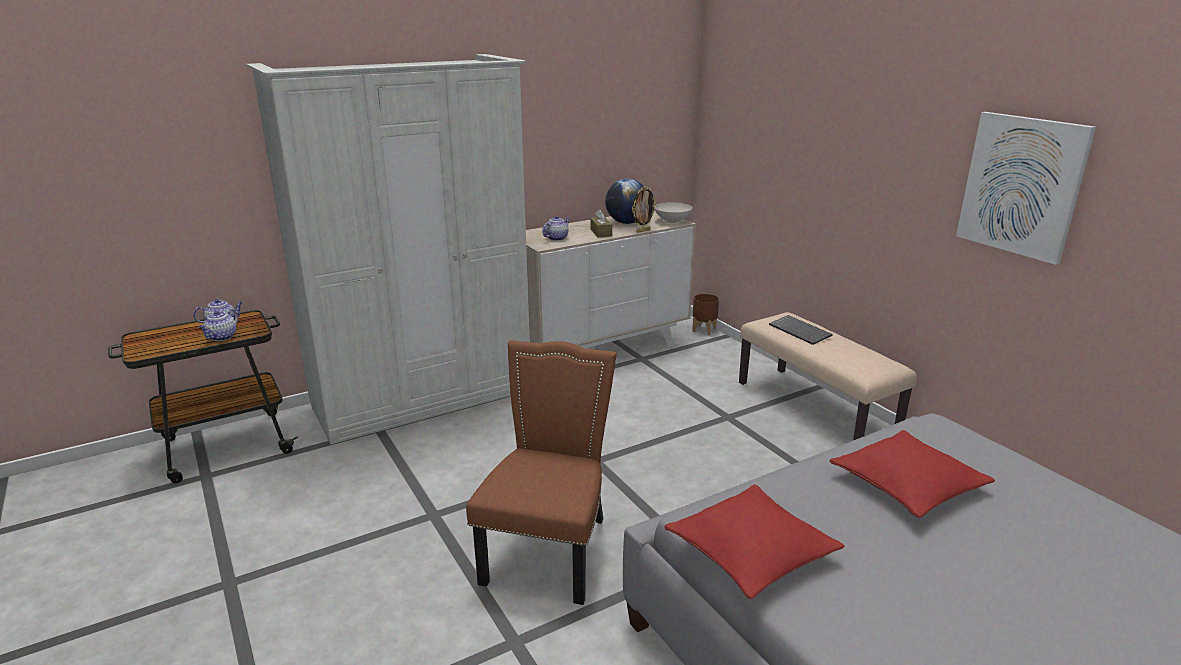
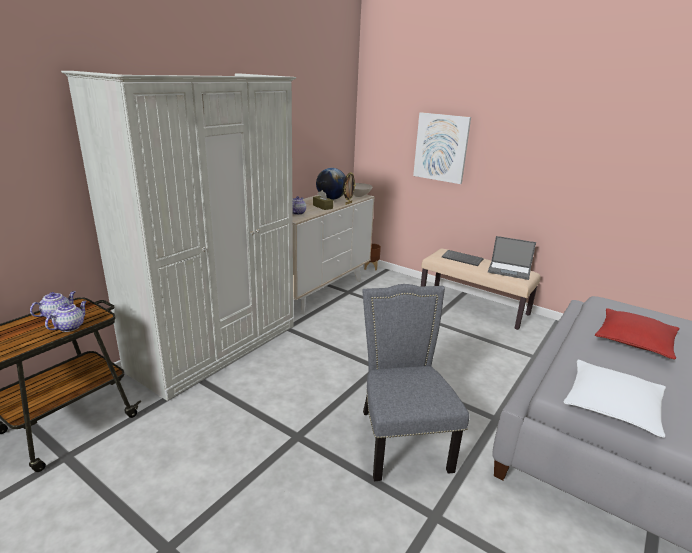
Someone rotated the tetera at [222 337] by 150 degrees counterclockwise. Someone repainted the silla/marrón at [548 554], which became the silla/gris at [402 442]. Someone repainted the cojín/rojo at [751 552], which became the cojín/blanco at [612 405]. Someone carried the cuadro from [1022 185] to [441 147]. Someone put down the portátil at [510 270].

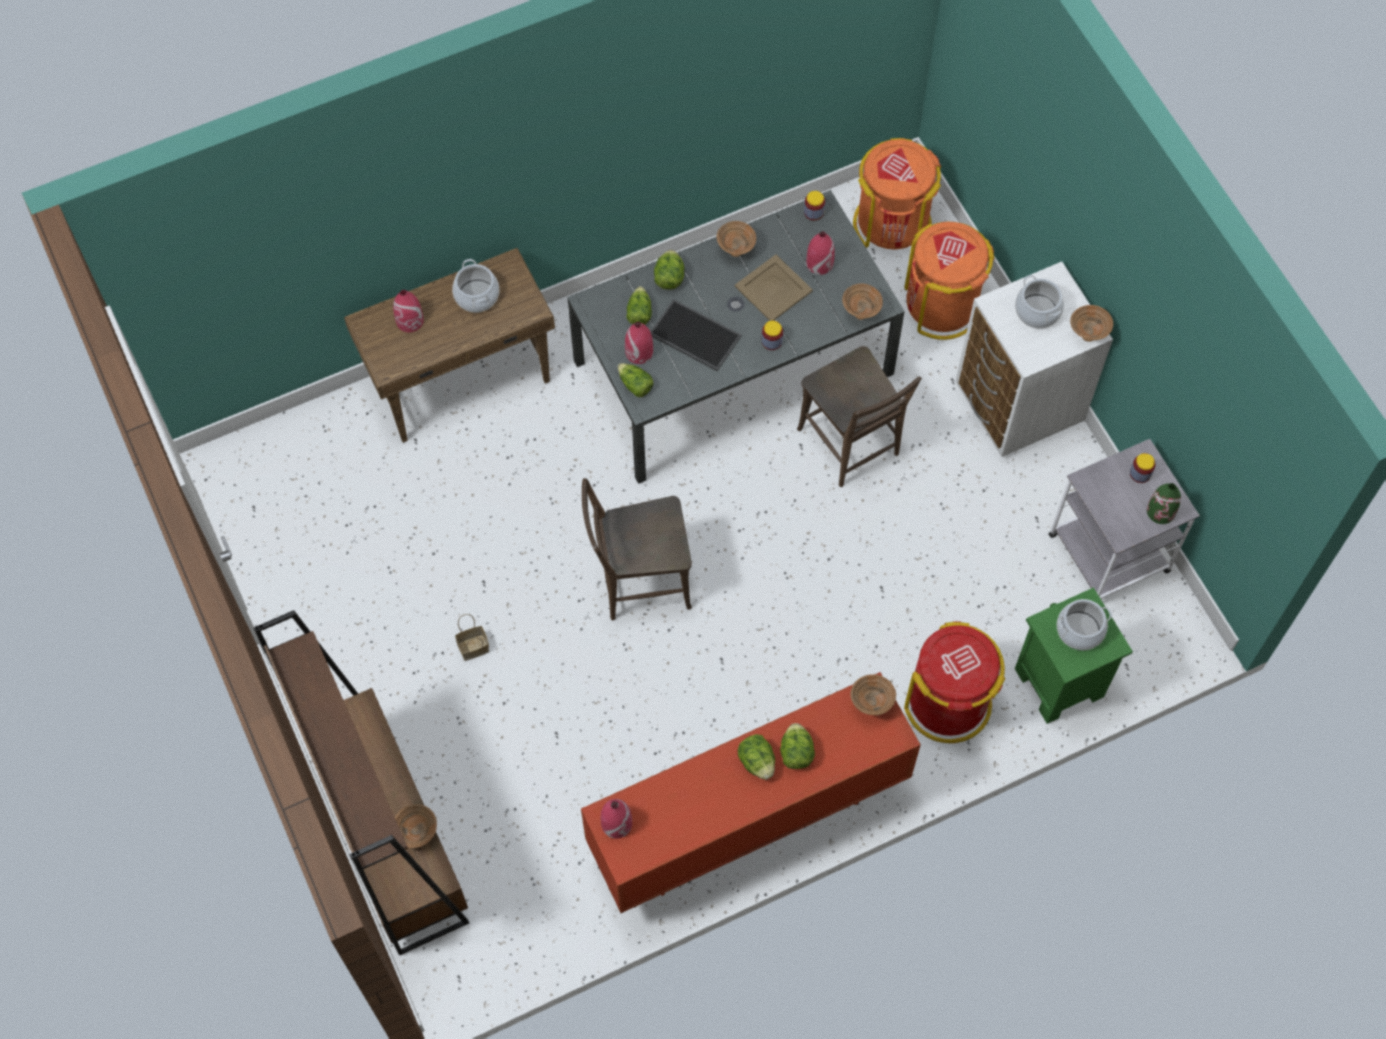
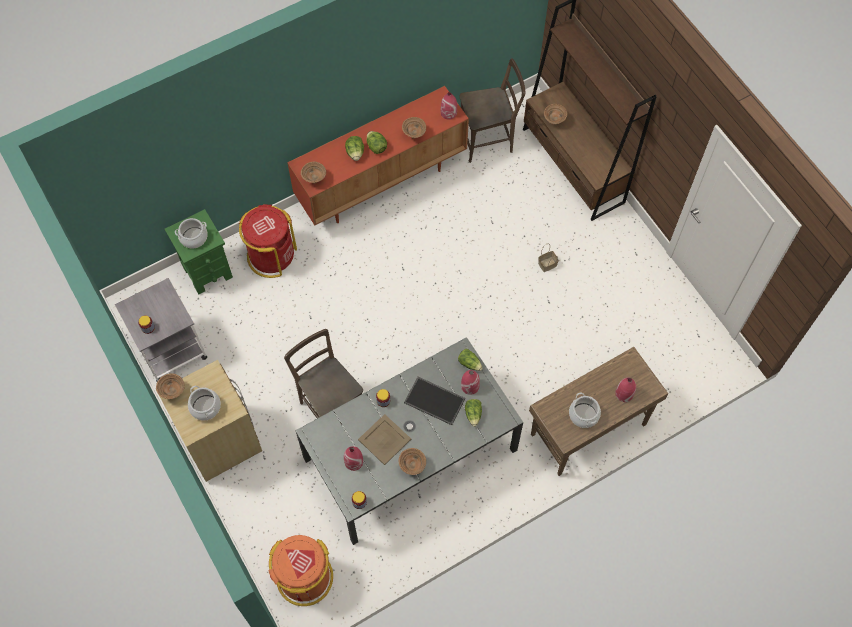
Someone carried the silla/marrón from [639 582] to [488 140]. Someone took away the lechuga at [669 278]. Someone carried the cuenco/marrón from [860 313] to [414 135]. Someone took away the papelera/naranja at [942 305]. Someone repainted the cómoda/blanco at [1017 406], which became the cómoda/marrón at [222 442]. Someone took away the florero/verde at [1161 511].

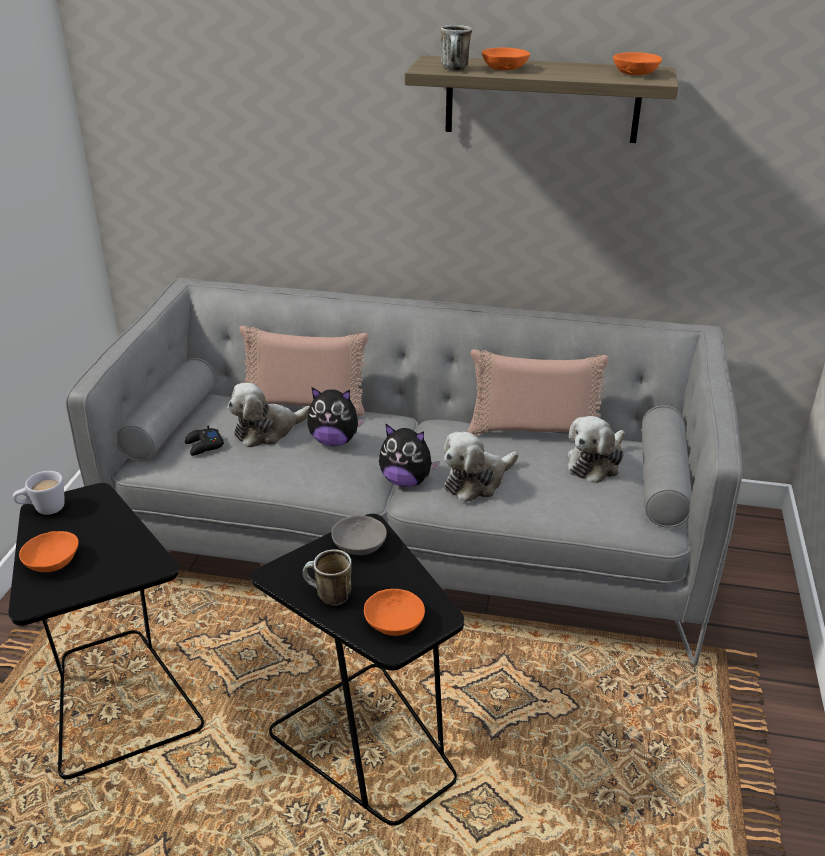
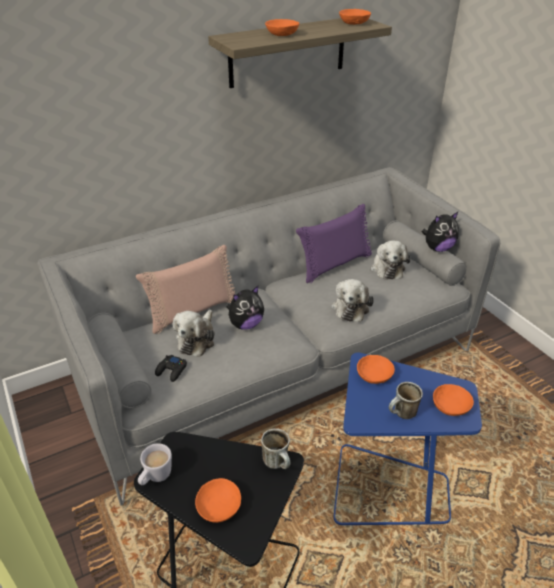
Someone repainted the mesa auxiliar/negro at [369 744], which became the mesa auxiliar/azul at [388 490]. Someone repainted the cuenco/gris at [358 546], which became the cuenco/naranja at [374 376]. Someone carried the peluche from [406 481] to [438 248]. Someone carried the taza grande from [456 70] to [278 463]. Someone repainted the cojín/beis at [533 431], which became the cojín/morado at [334 264].

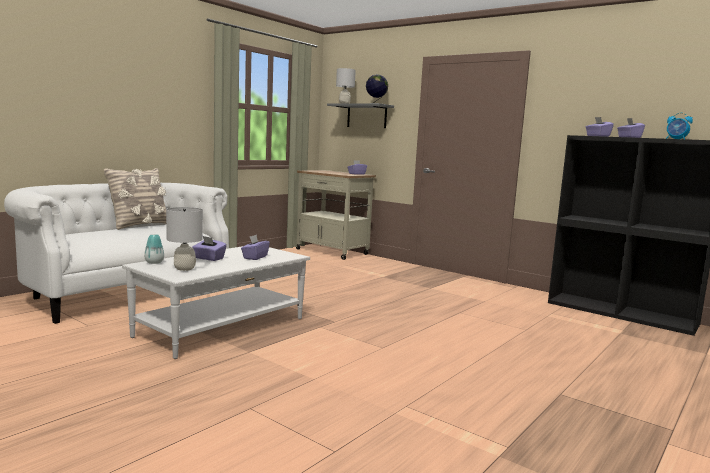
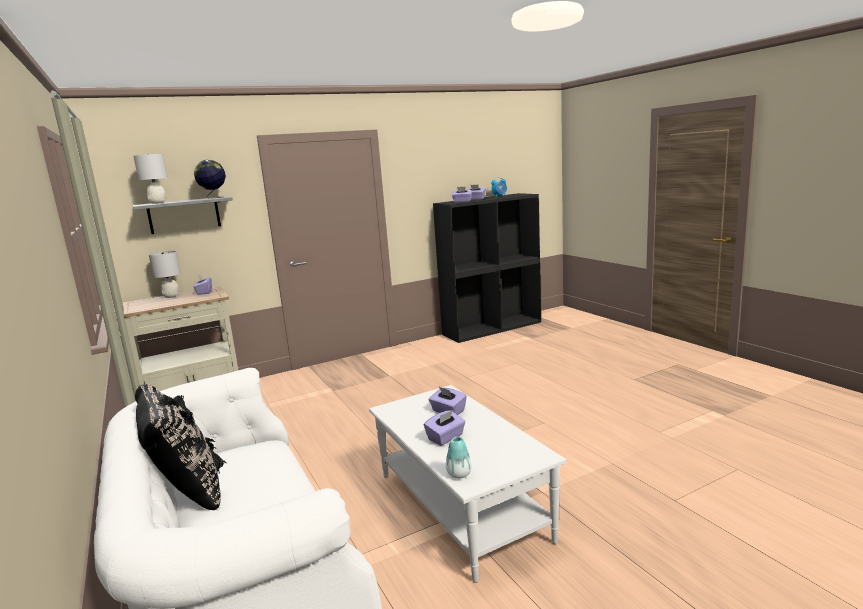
Someone repainted the cojín/beis at [139 225], which became the cojín/negro at [190 489]. Someone carried the lámpara de mesa/gris from [183 269] to [171 297].

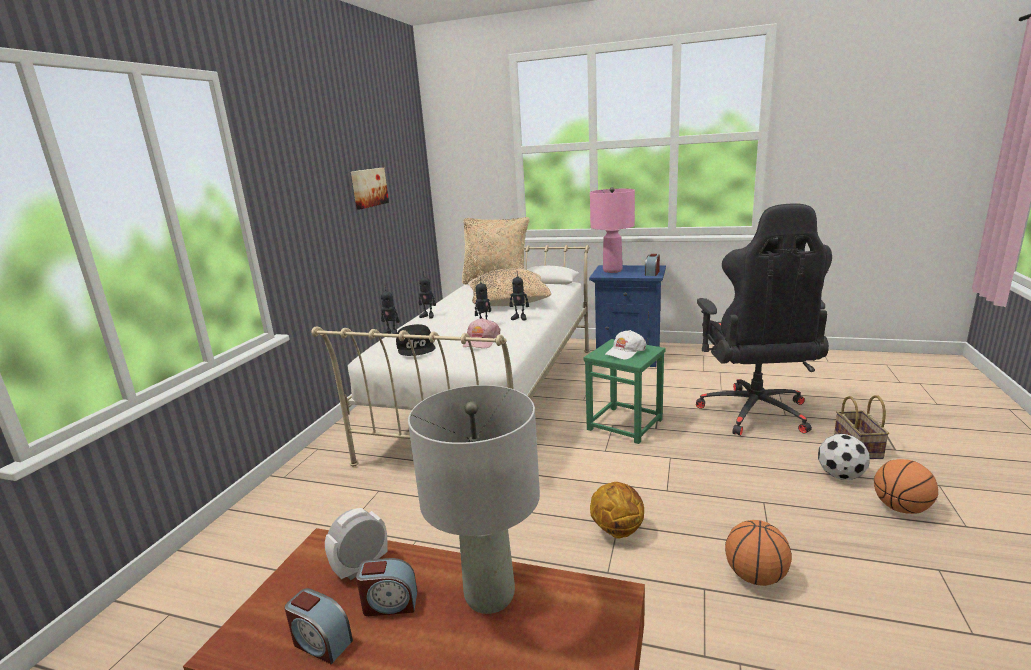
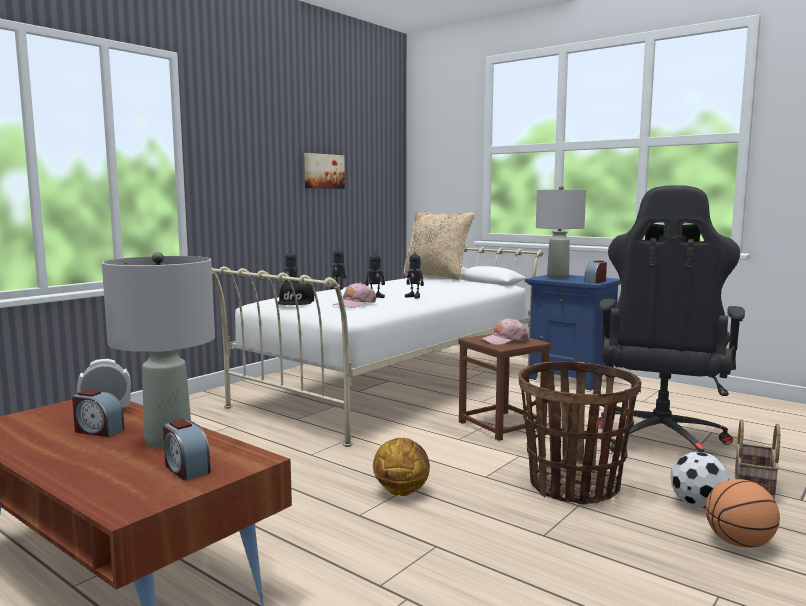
Someone carried the despertador from [321 643] to [186 469]. Someone took away the cojín/beis at [509 300]. Someone repainted the taburete/verde at [625 424], which became the taburete/marrón at [502 425]. Someone repainted the lámpara de mesa/rosa at [612 270], which became the lámpara de mesa/gris at [557 277]. Someone repainted the gorra/blanco at [625 351], which became the gorra/rosa at [504 340]. Someone took away the balón de baloncesto at [755 576]. Someone put down the cesta at [574 486].

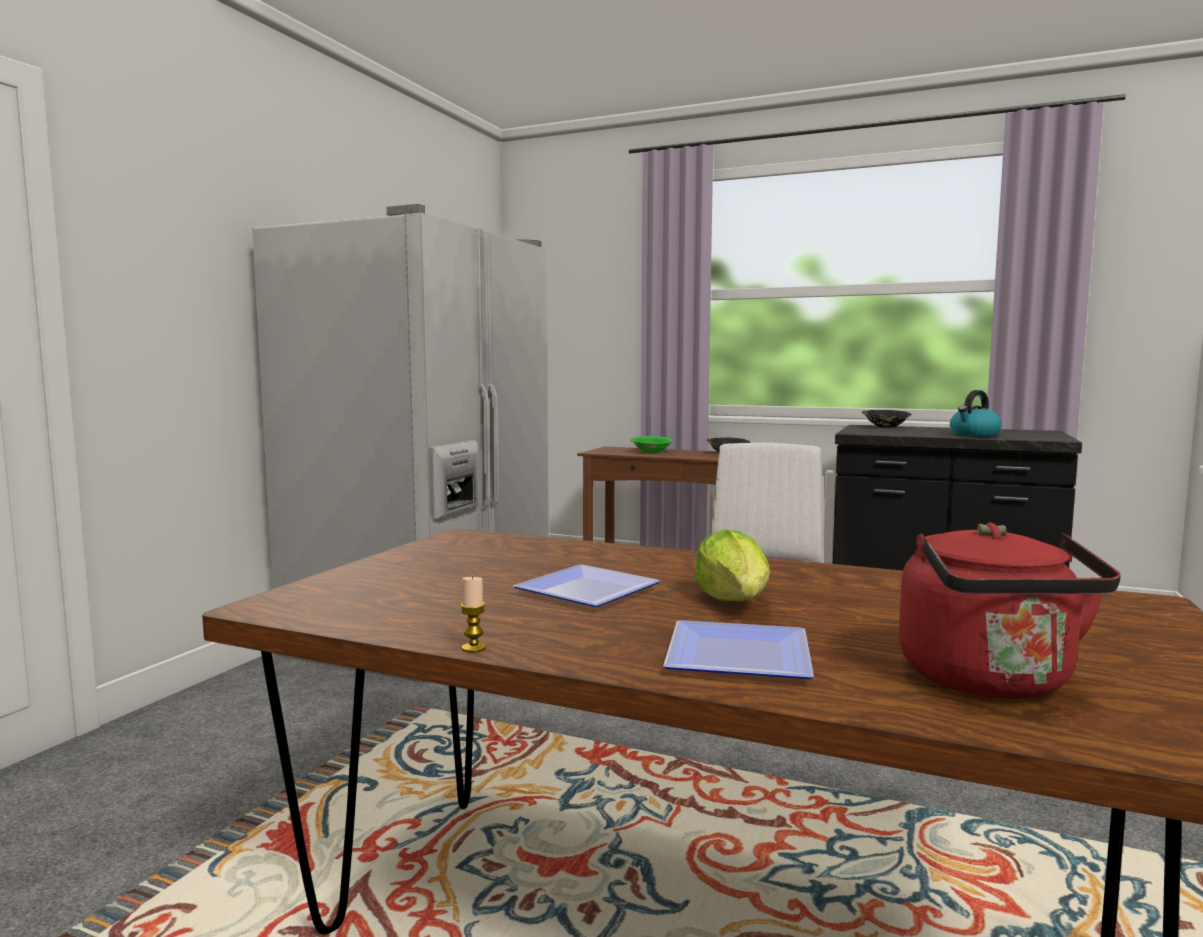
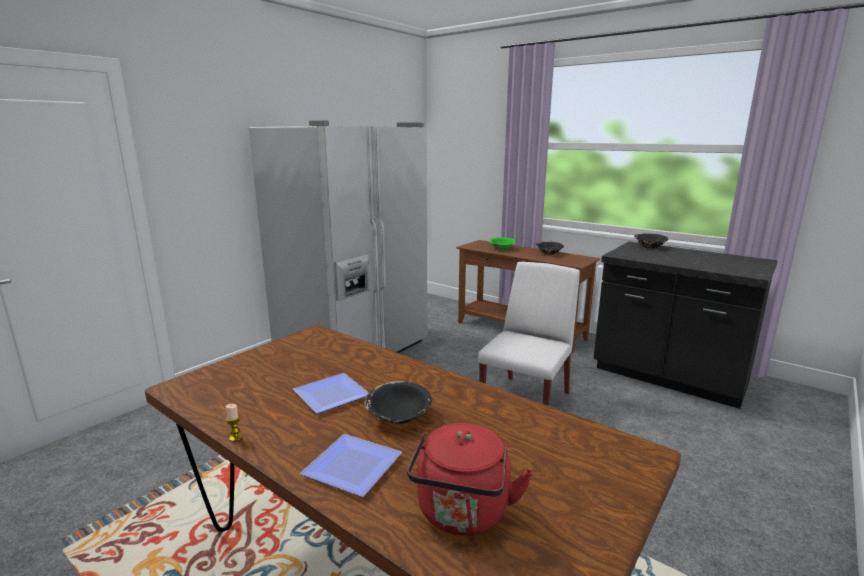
Someone swapped the lechuga at [735 602] for the cuenco/negro at [398 416]. Someone took away the hervidor at [974 435].

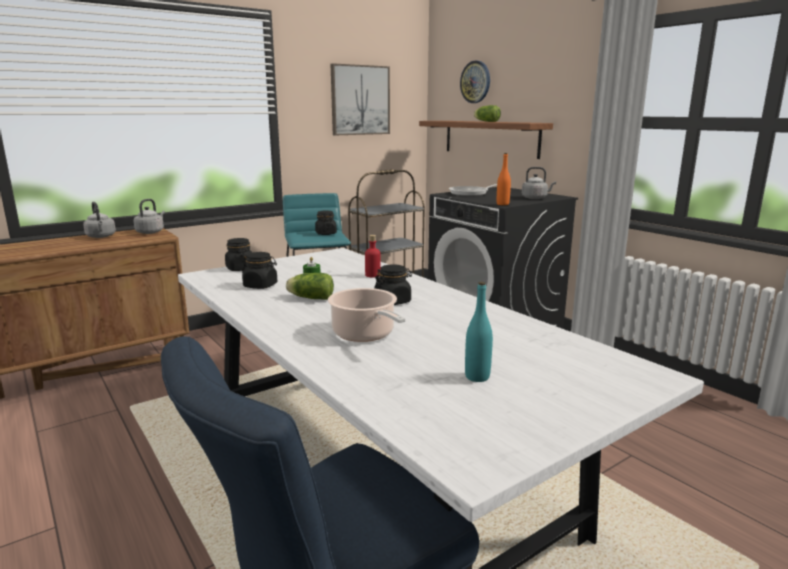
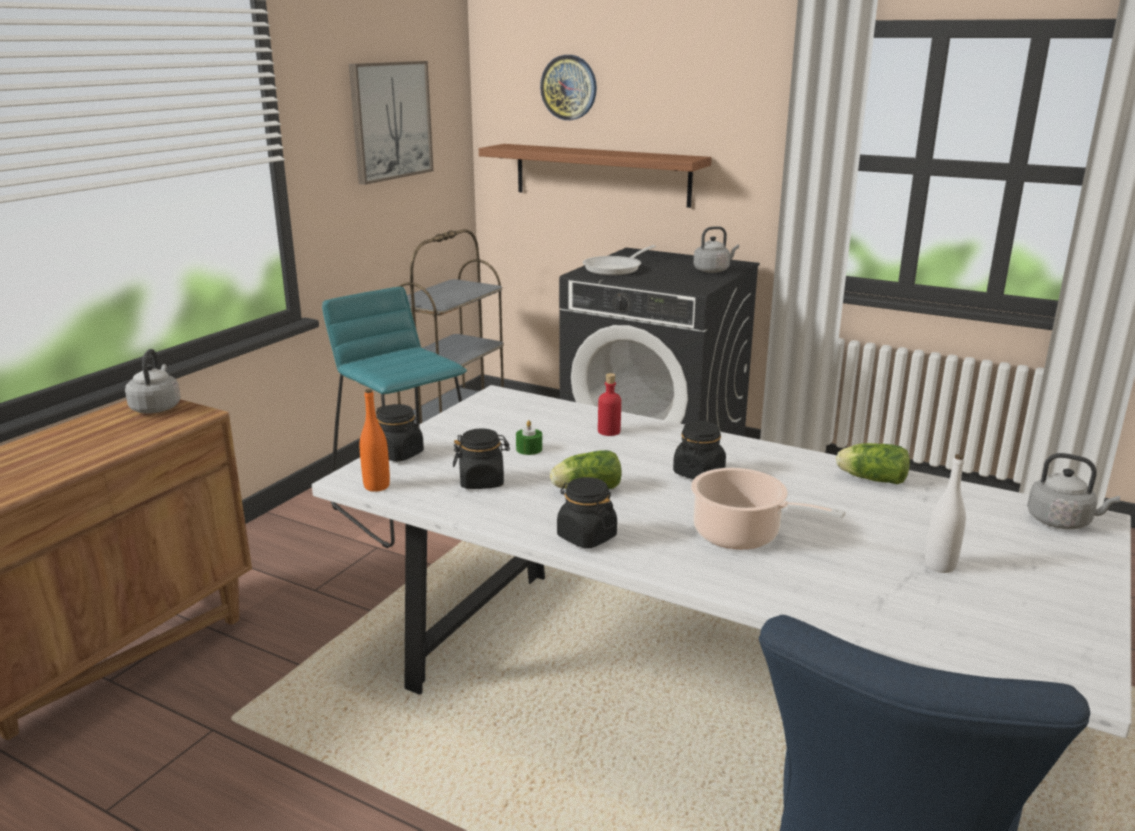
Someone carried the hervidor/gris from [101 236] to [1062 522]. Someone carried the tarro/negro from [325 233] to [586 536]. Someone repainted the botella/turquesa at [477 377], which became the botella/blanco at [940 566]. Someone carried the lechuga from [486 121] to [870 479]. Someone carried the botella/naranja from [502 204] to [377 486].

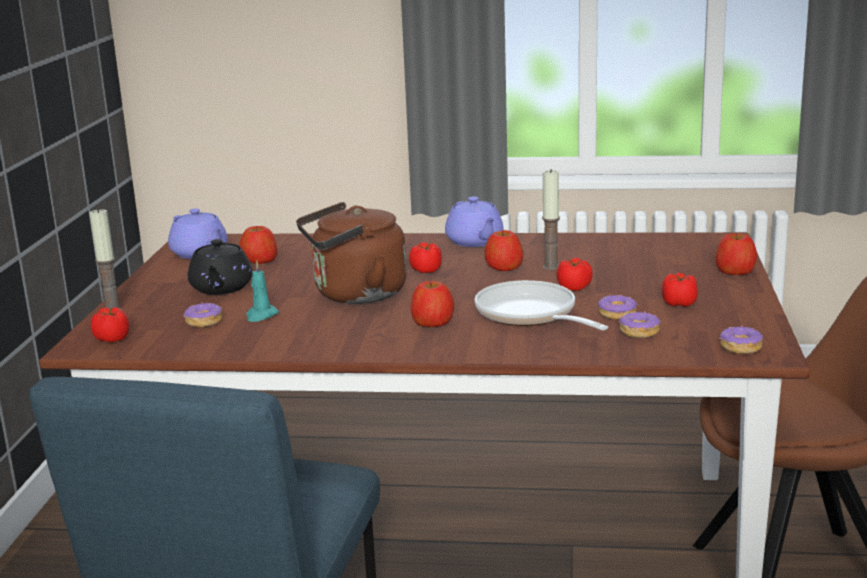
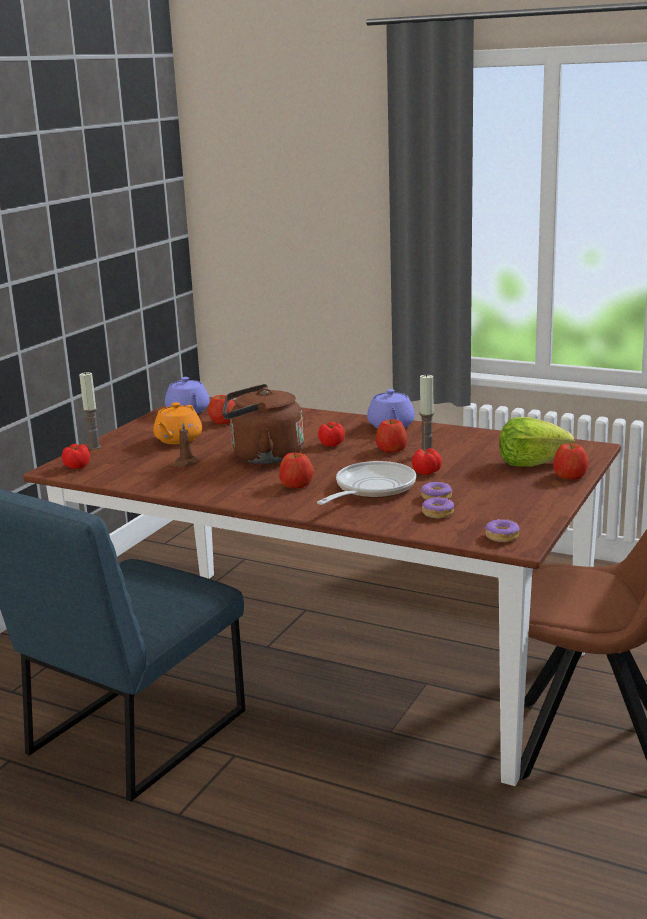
Someone took away the rosquilla at [203 322]. Someone repainted the tetera/negro at [221 288], which became the tetera/naranja at [178 439]. Someone repainted the vela/turquesa at [261 315], which became the vela/marrón at [185 463]. Someone rotated the sartén at [530 315] by 45 degrees clockwise. Someone took away the tomate at [679 303]. Someone put down the lechuga at [531 463].

